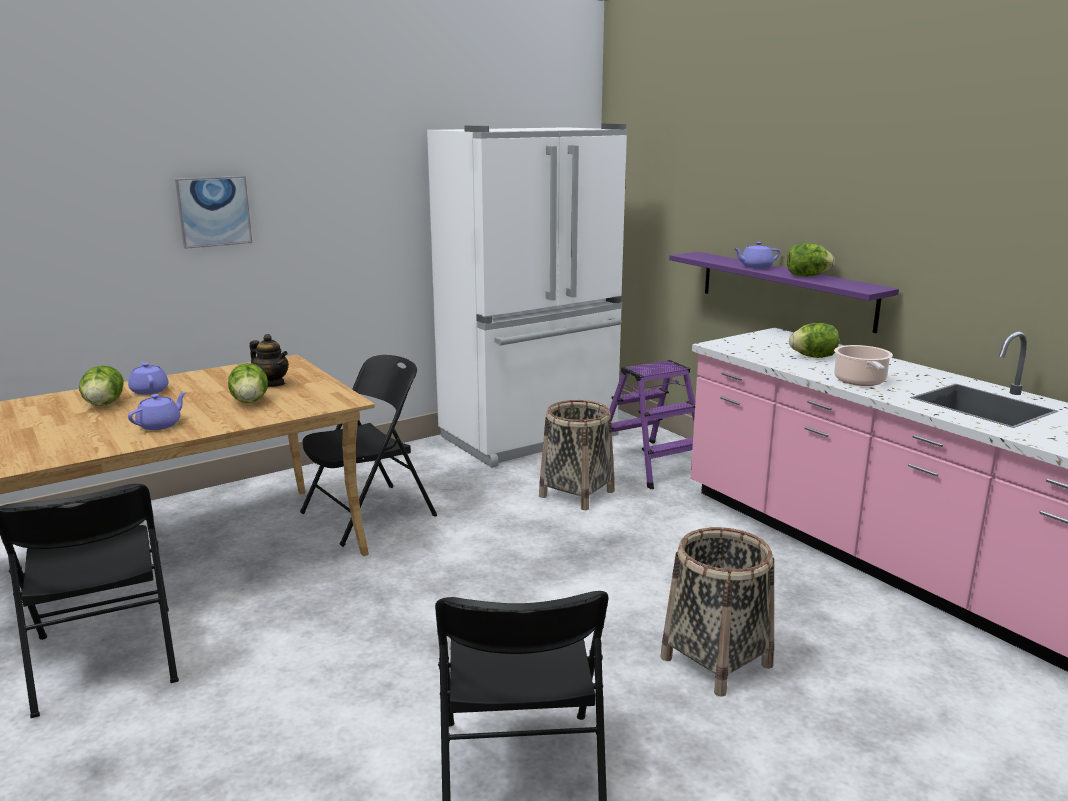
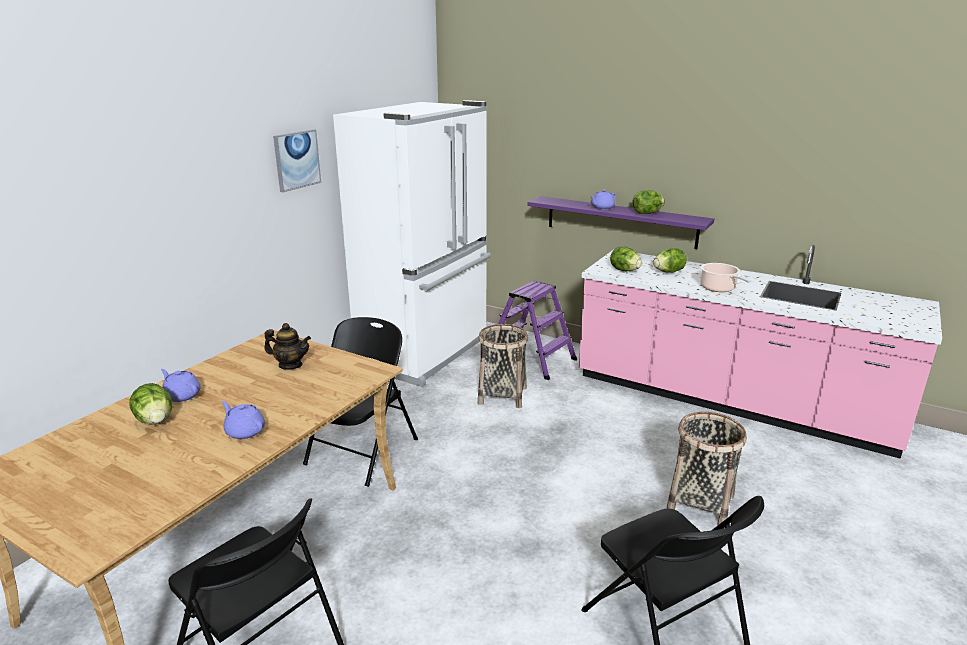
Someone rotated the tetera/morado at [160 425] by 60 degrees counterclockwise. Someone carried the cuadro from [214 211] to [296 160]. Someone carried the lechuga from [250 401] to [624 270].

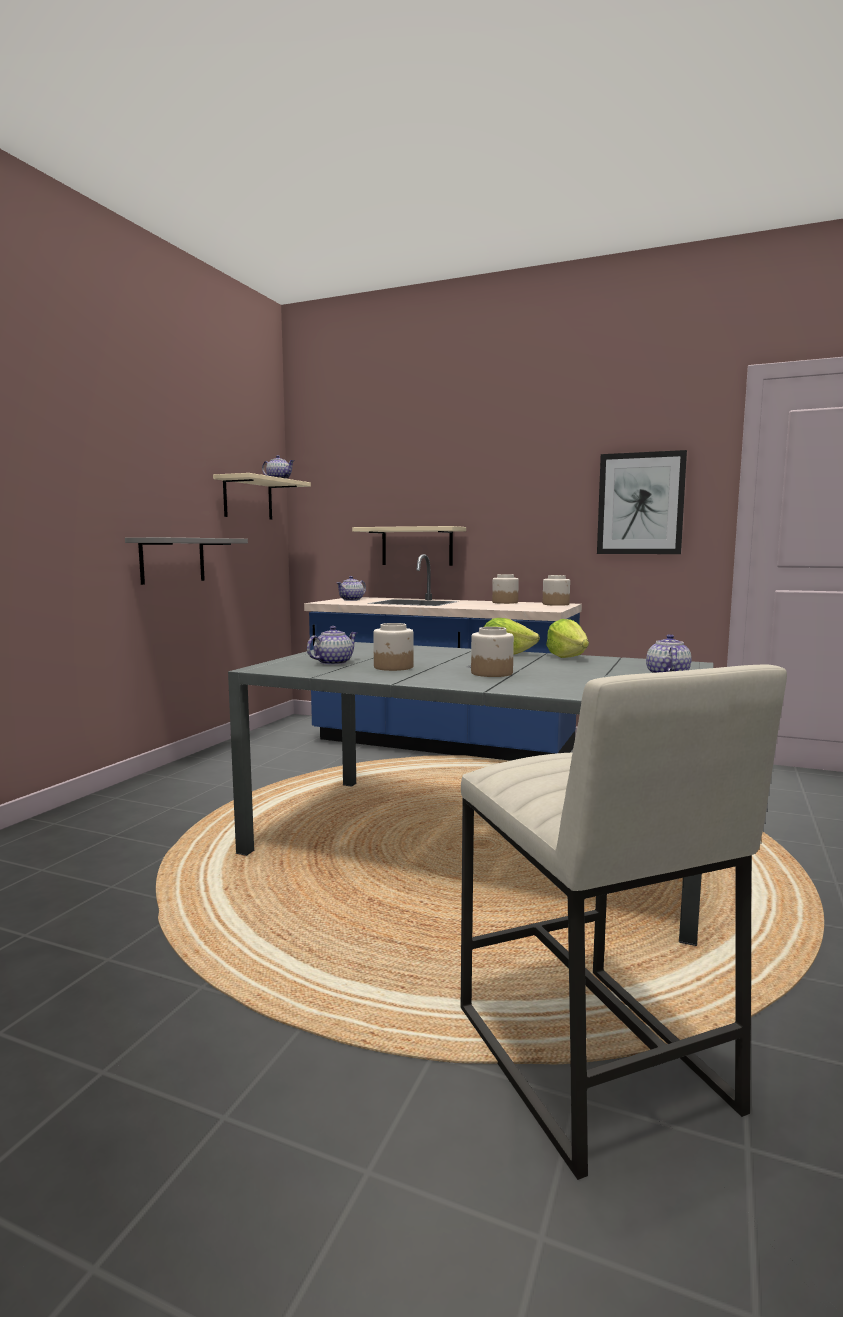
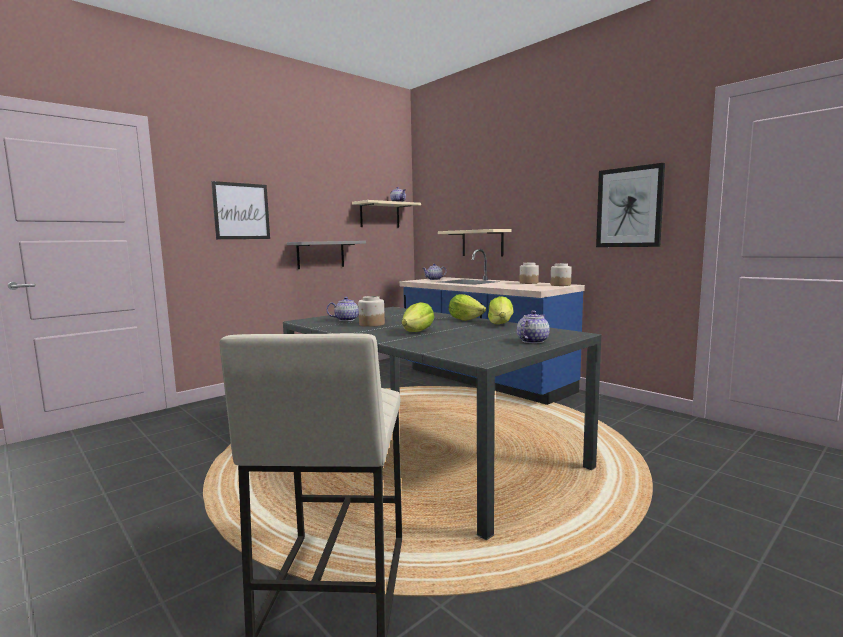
Someone swapped the tarro at [492 673] for the lechuga at [418 332]. Someone put up the cuadro at [241 211].

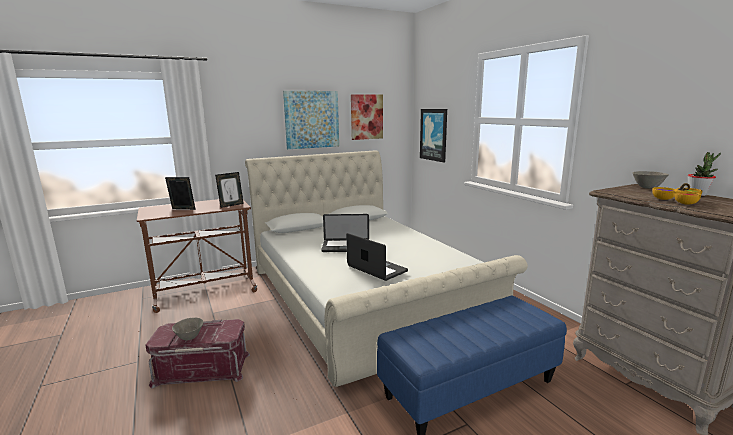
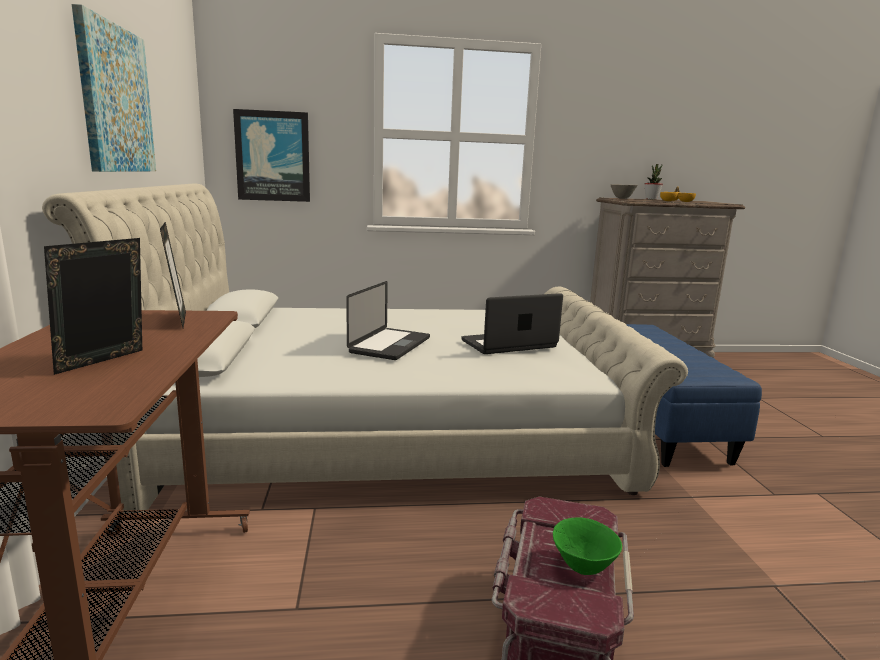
Someone repainted the cuenco/gris at [189 338], which became the cuenco/verde at [583 567]. Someone took away the cuadro at [366 117].

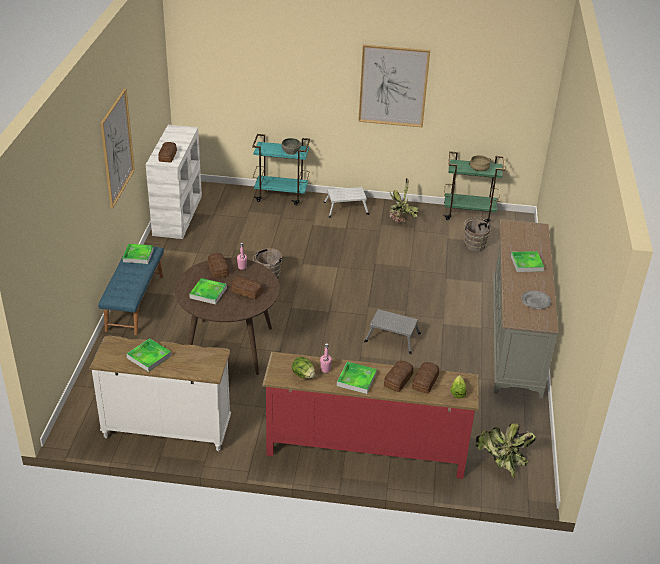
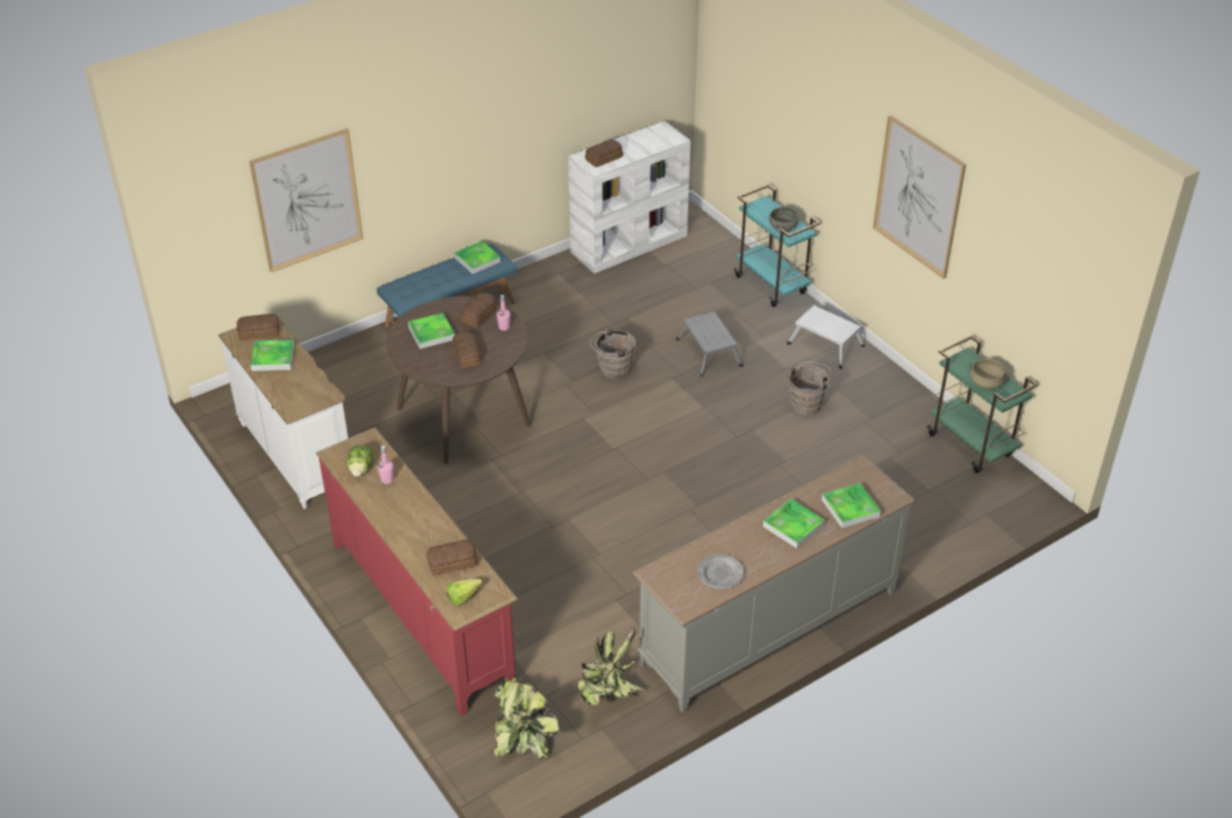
Someone carried the cuadro from [117 148] to [307 200]. Someone carried the bandeja from [356 379] to [850 508]. Someone carried the escalera de tijera/gris from [393 337] to [709 353]. Someone carried the pan from [399 380] to [260 333]. Someone carried the planta en maceta from [403 220] to [607 694]. Someone carried the cubo/marrón from [474 244] to [807 403].

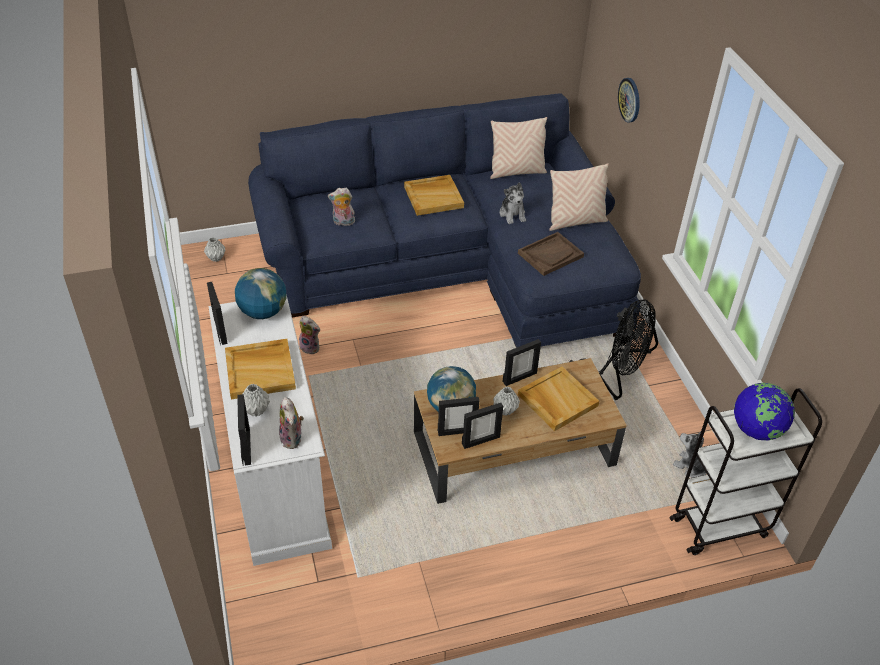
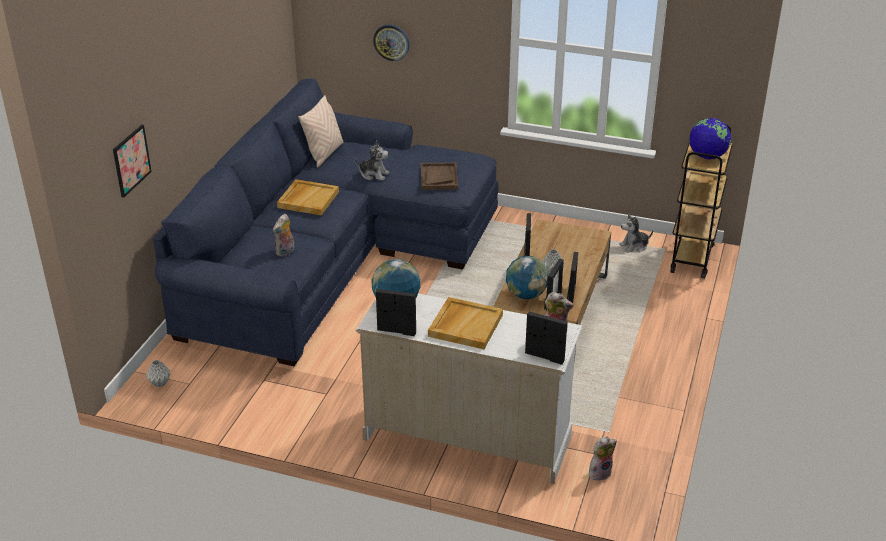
Someone took away the florero/gris at [256 411]. Someone carried the peluche from [311 347] to [600 472]. Someone took away the bandeja/beis at [557 400]. Someone took away the cojín/beis at [575 221]. Someone took away the ventilador/negro at [617 370]. Someone repainted the carrito/blanco at [719 529], which became the carrito/marrón at [693 260]. Someone put up the cuadro at [131 160].

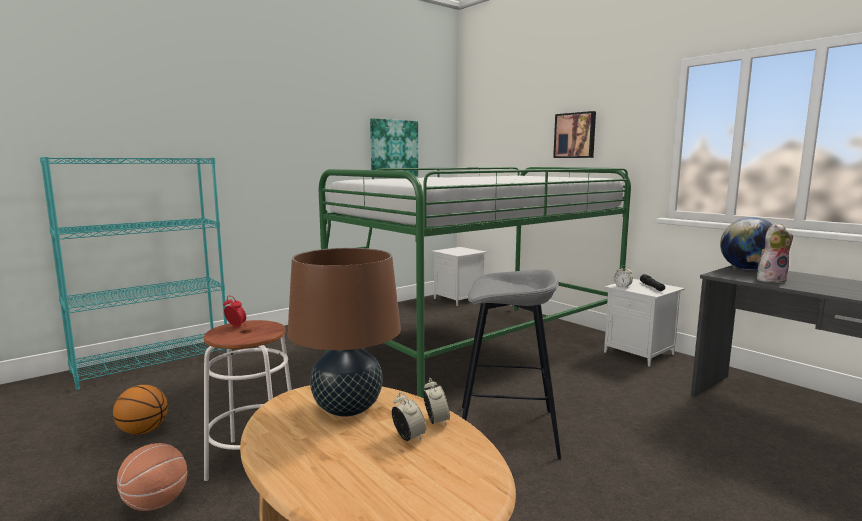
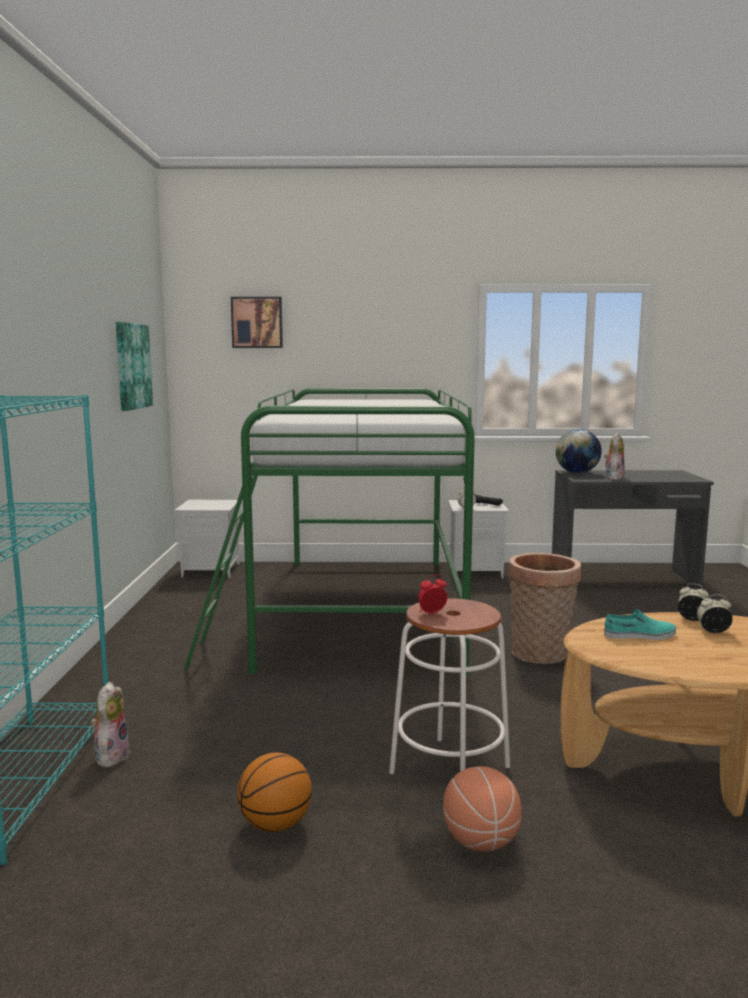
Someone swapped the lámpara de mesa/marrón at [347 408] for the zapato/turquesa at [640 635]. Someone swapped the taburete/gris at [507 431] for the cesta at [540 655]. Someone carried the cuadro from [575 135] to [257 322]. Someone put down the peluche at [111 756].

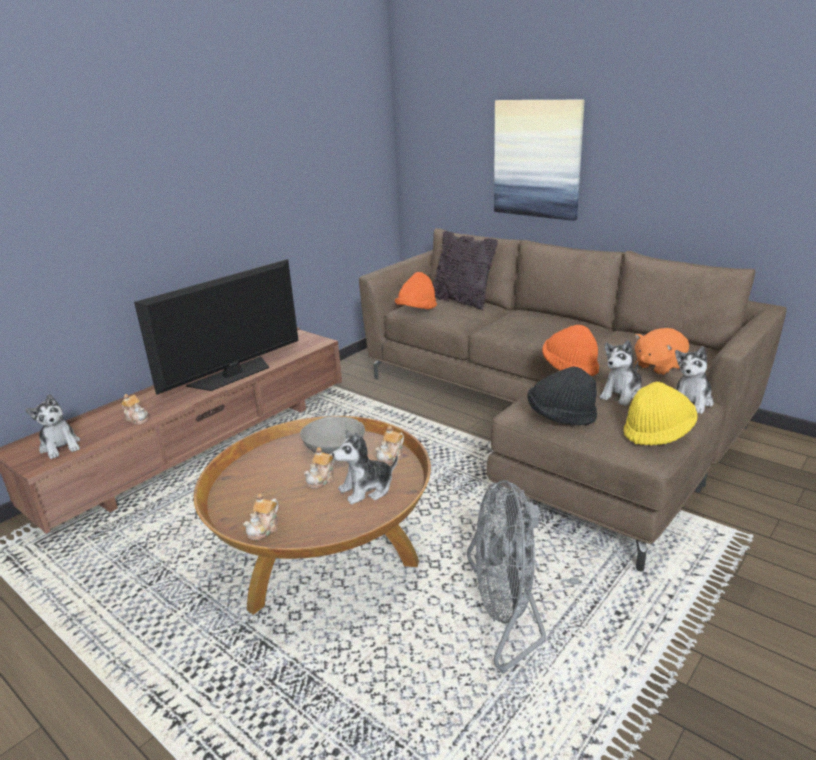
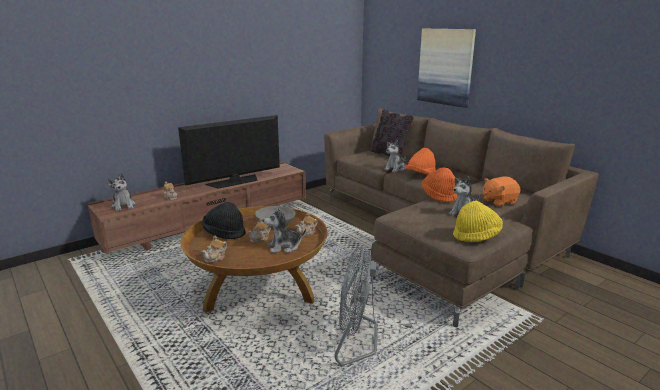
Someone carried the sombrero/naranja from [416 310] to [420 175]. Someone carried the sombrero/negro from [561 416] to [224 233]. Someone carried the peluche from [691 402] to [395 169].

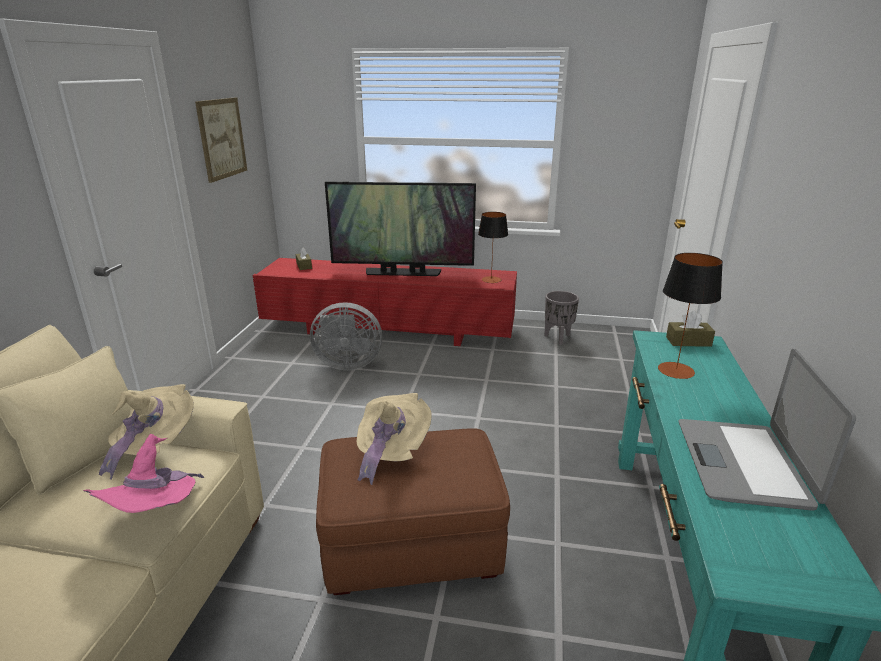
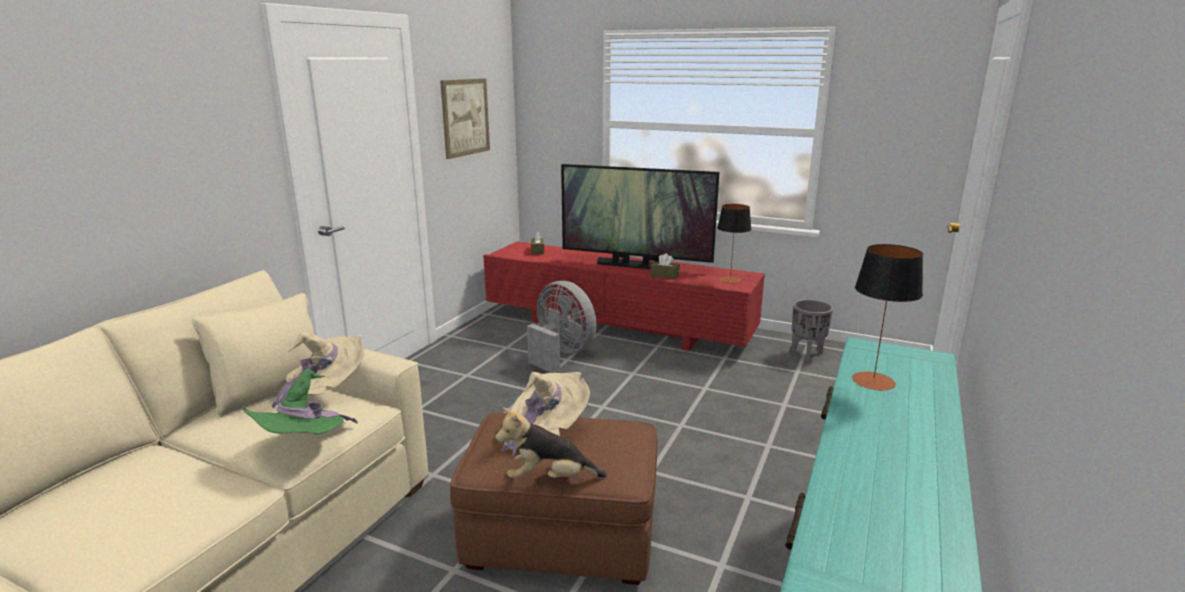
Someone repainted the sombrero/rosa at [155 515], which became the sombrero/verde at [304 447]. Someone rotated the ventilador/gris at [347 364] by 150 degrees counterclockwise. Someone carried the caja de pañuelos/marrón from [688 341] to [664 275]. Someone took away the portátil at [744 463]. Someone put down the peluche at [549 479].

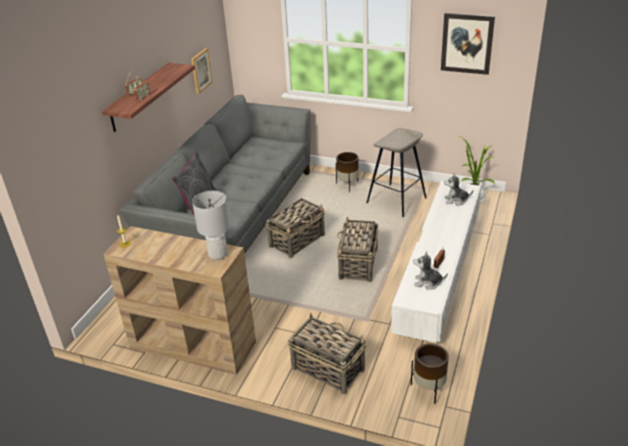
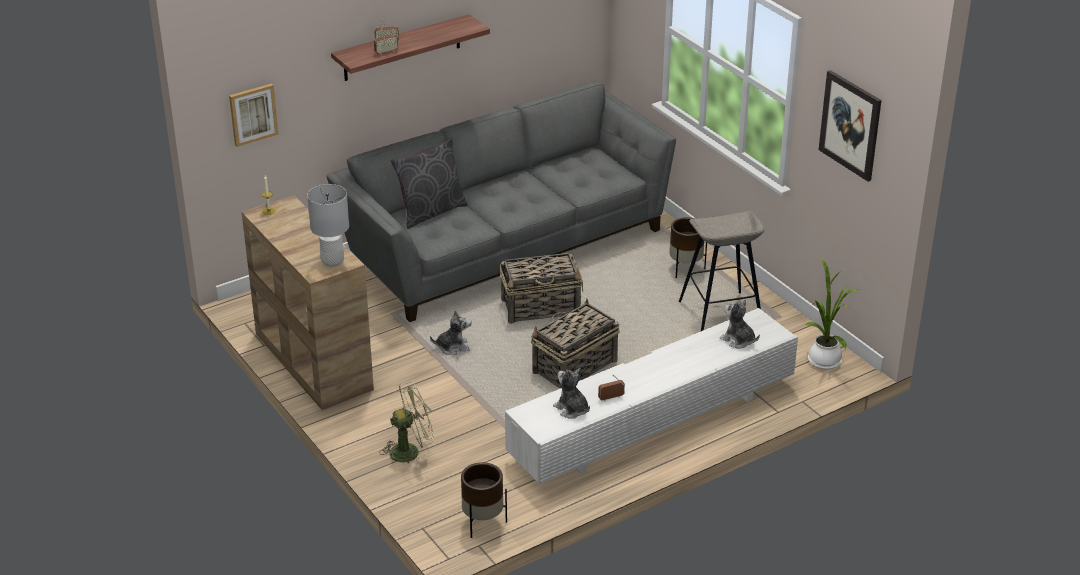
Someone carried the cuadro from [200 70] to [253 114]. Someone swapped the cesta at [327 368] for the ventilador/verde at [410 451]. Someone put down the peluche at [453 347].

